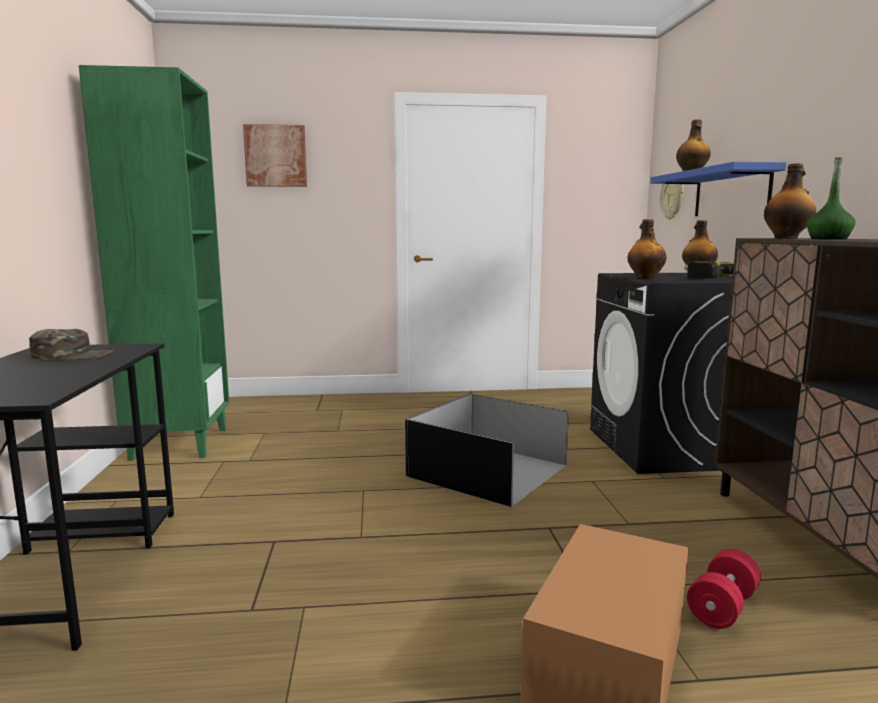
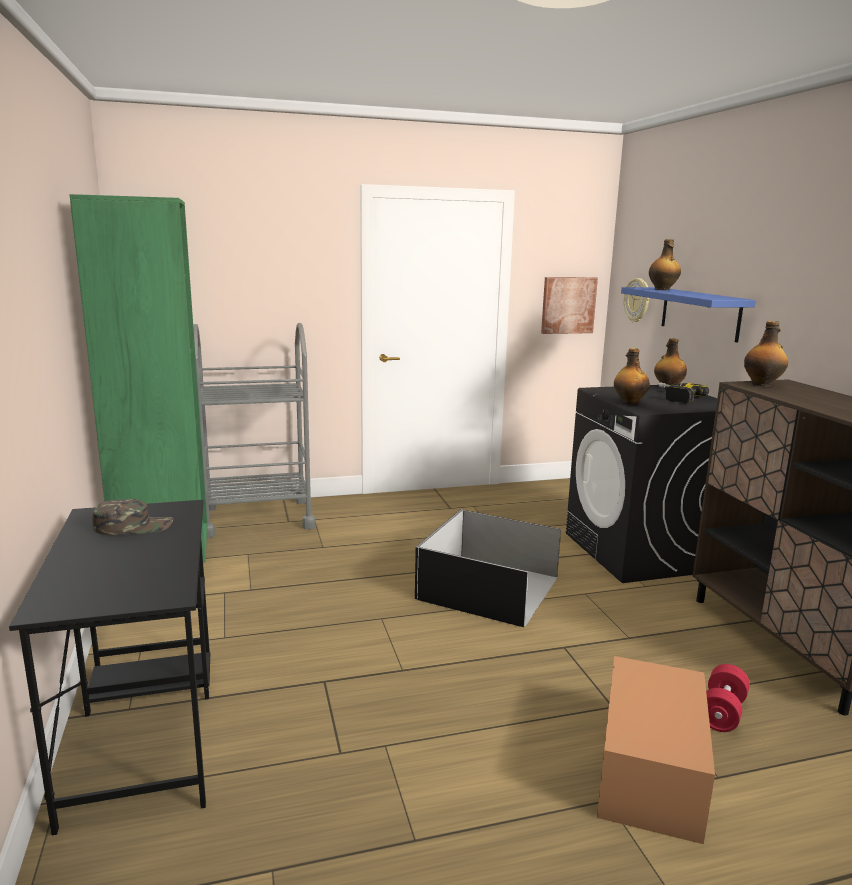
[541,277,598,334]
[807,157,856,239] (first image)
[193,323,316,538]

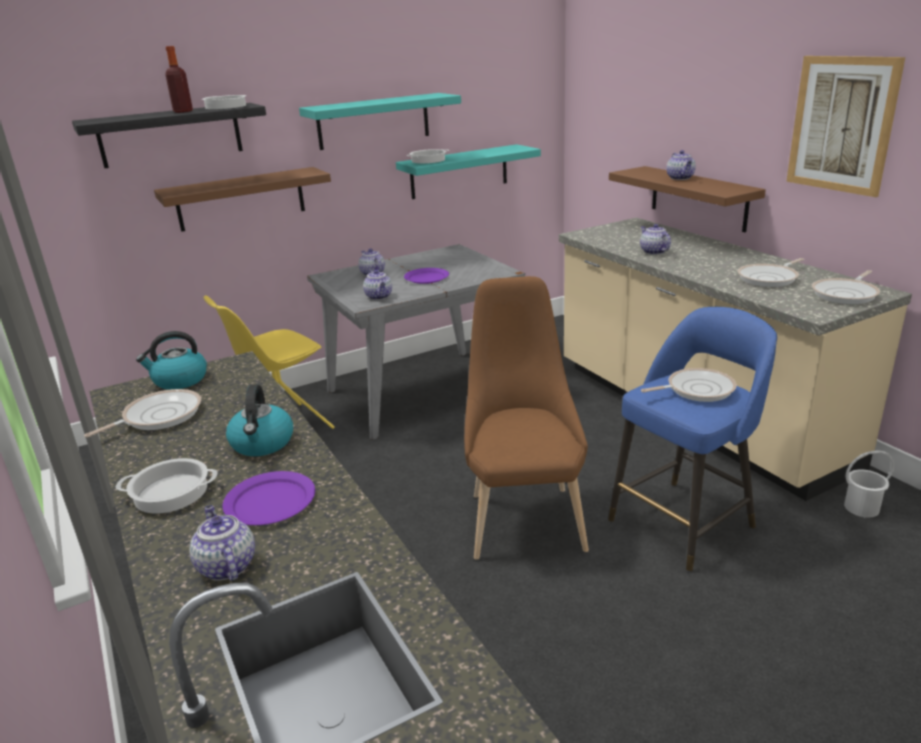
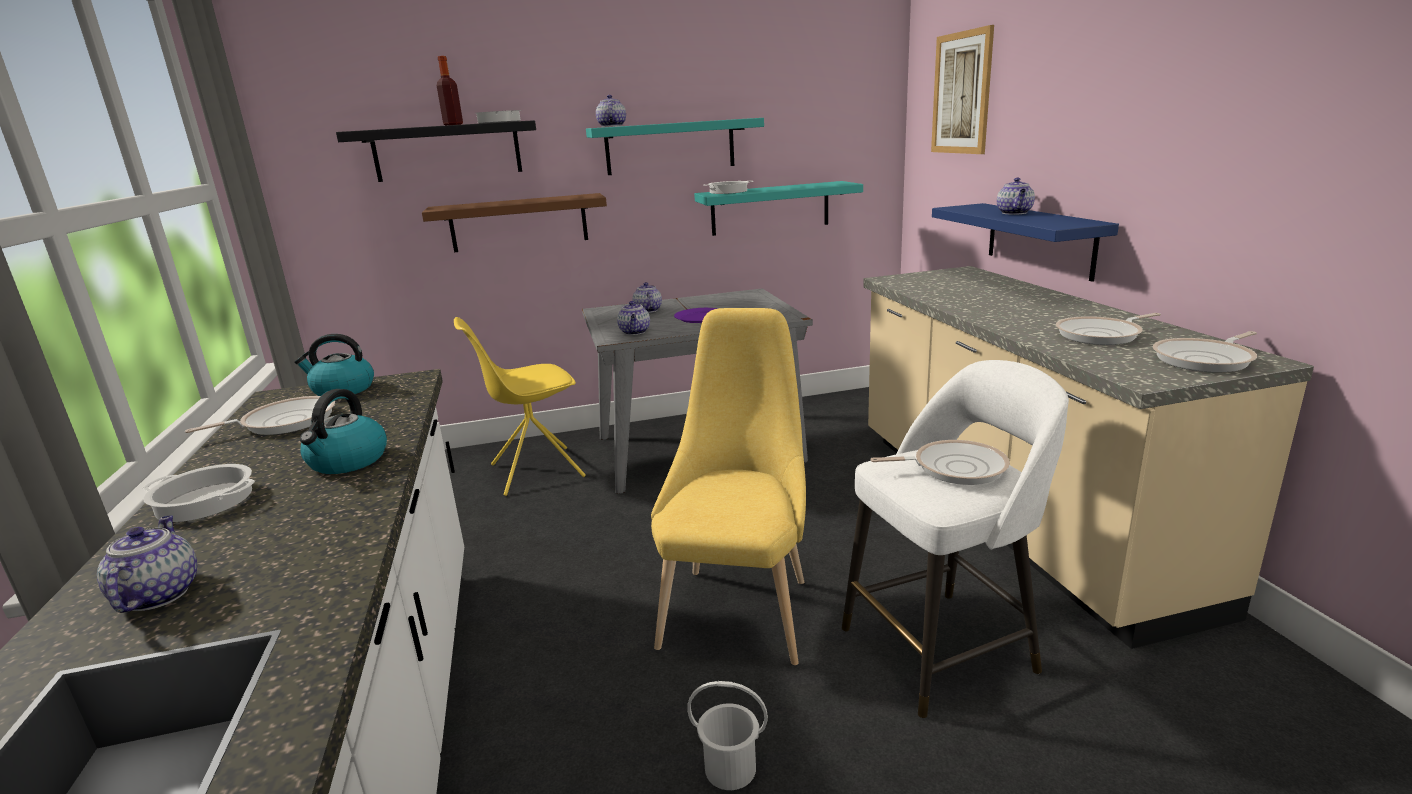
[222,471,315,525] (first image)
[651,308,806,665]
[842,360,1069,718]
[932,203,1119,282]
[596,95,626,127]
[931,25,994,154]
[687,681,768,790]

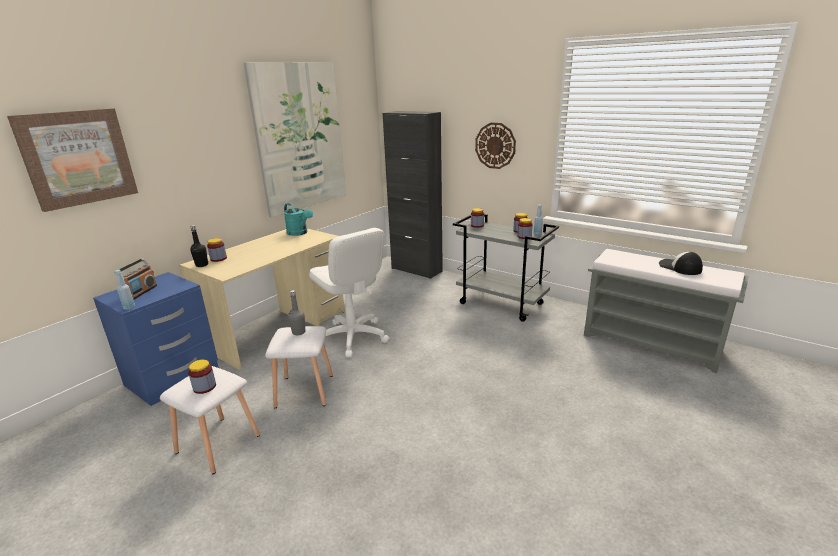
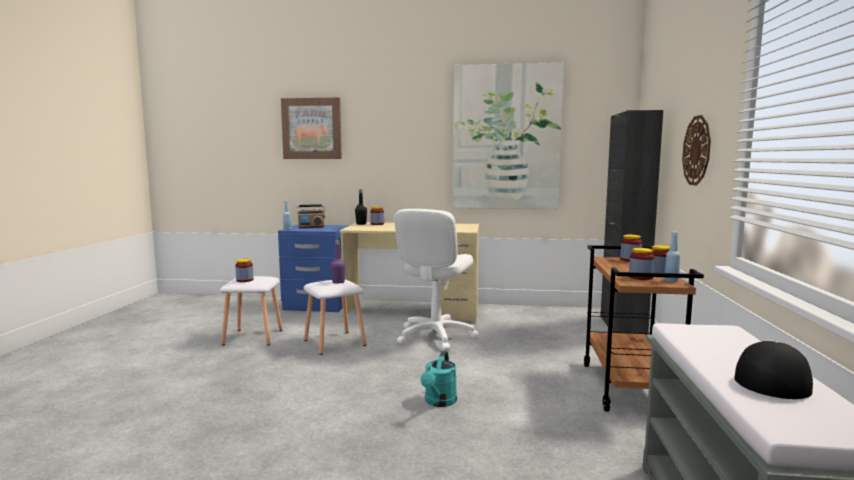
[421,351,457,407]
[331,240,346,284]
[584,245,704,412]

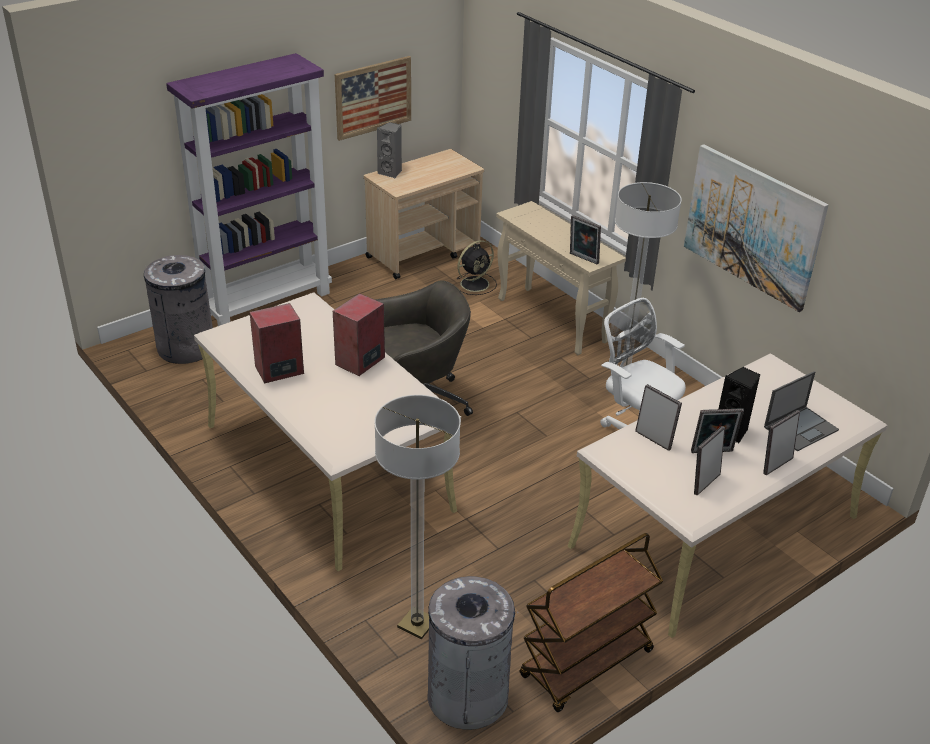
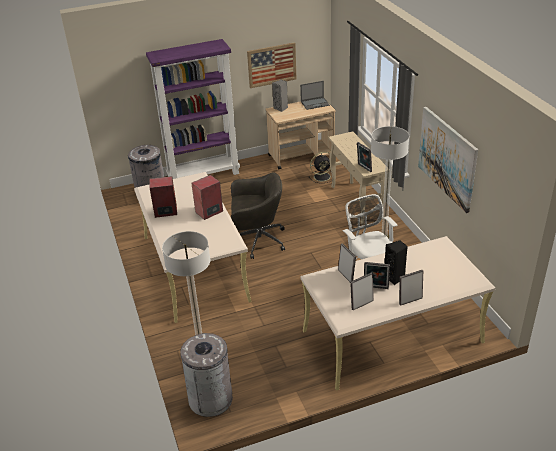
[520,533,663,712] (first image)
[300,81,330,110]

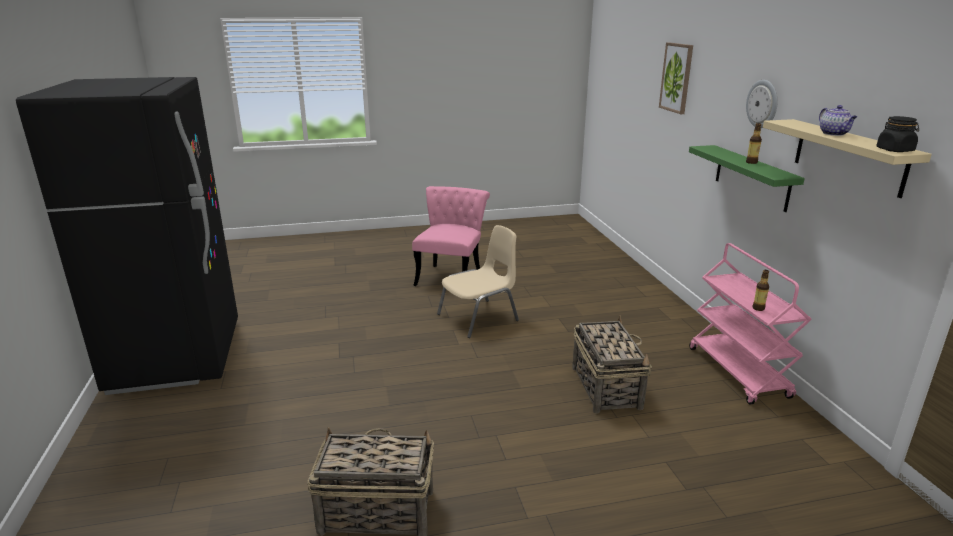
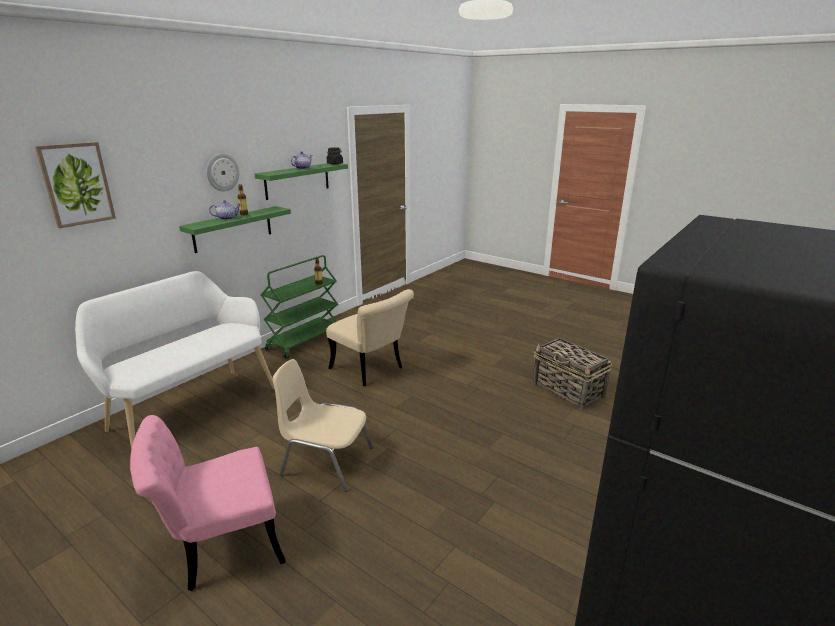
[326,289,414,386]
[260,255,338,358]
[255,163,348,200]
[75,271,275,450]
[209,200,241,220]

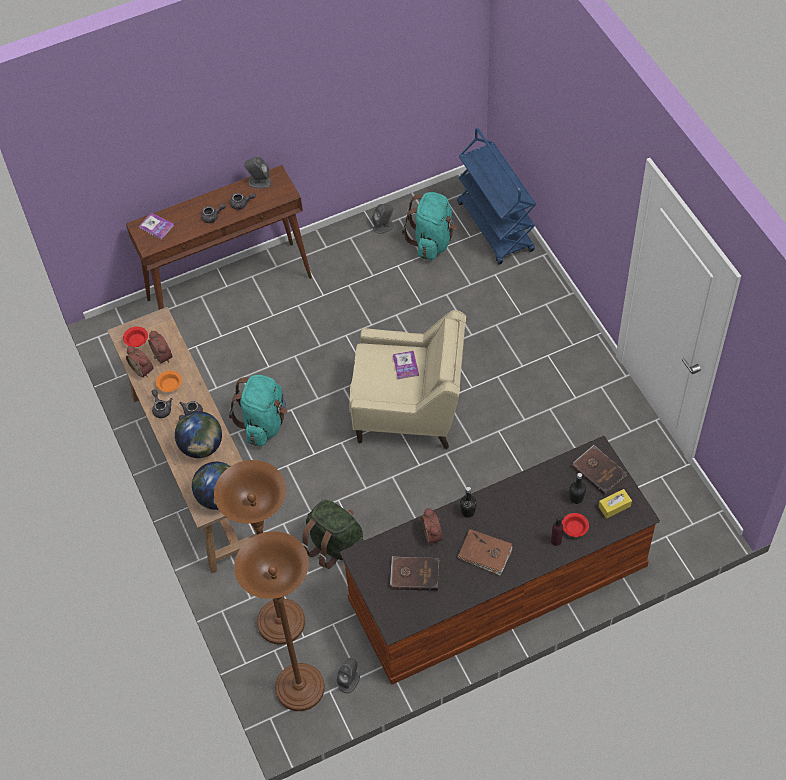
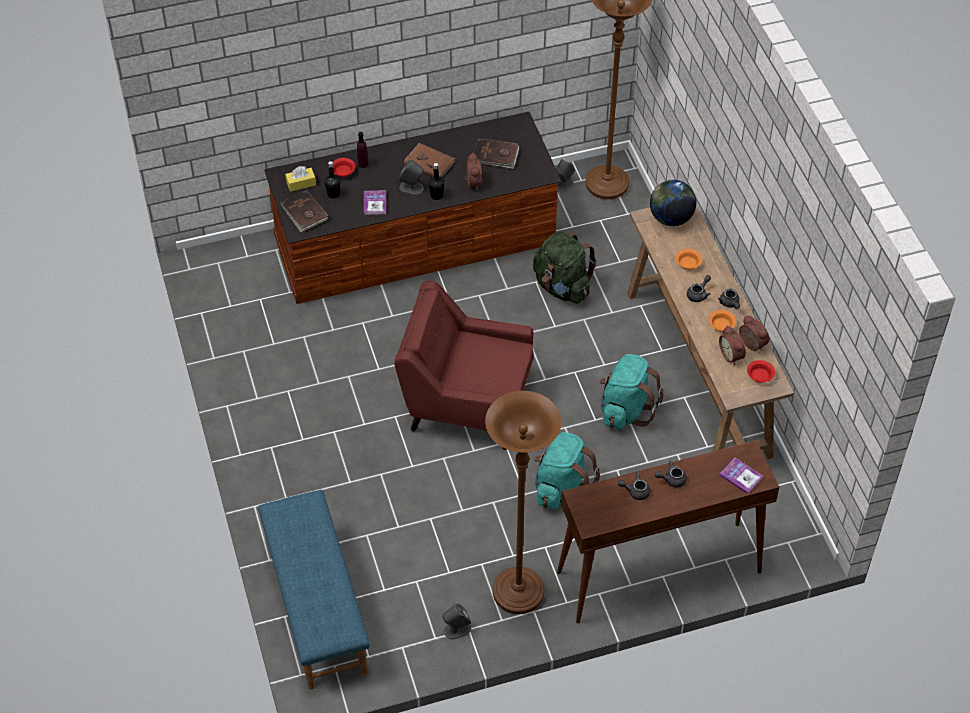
[676,249,702,270]
[485,391,561,614]
[399,160,424,195]
[394,280,534,450]
[364,190,386,215]
[534,432,600,510]
[258,490,370,690]

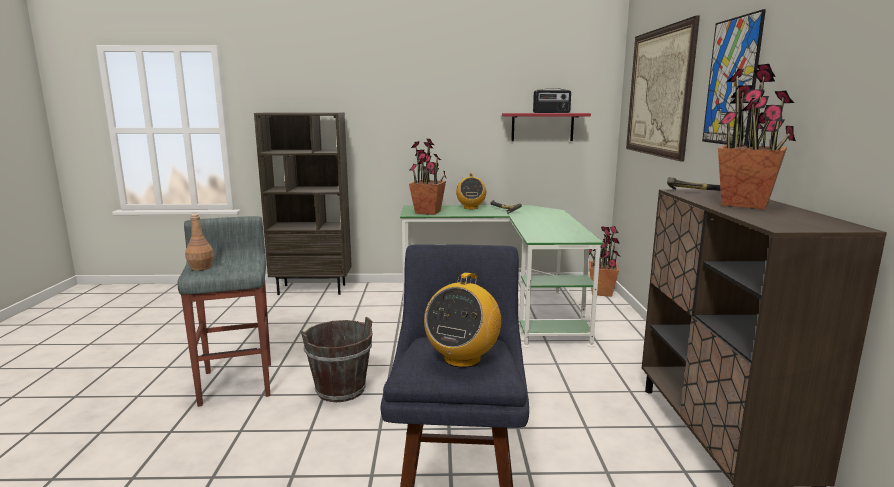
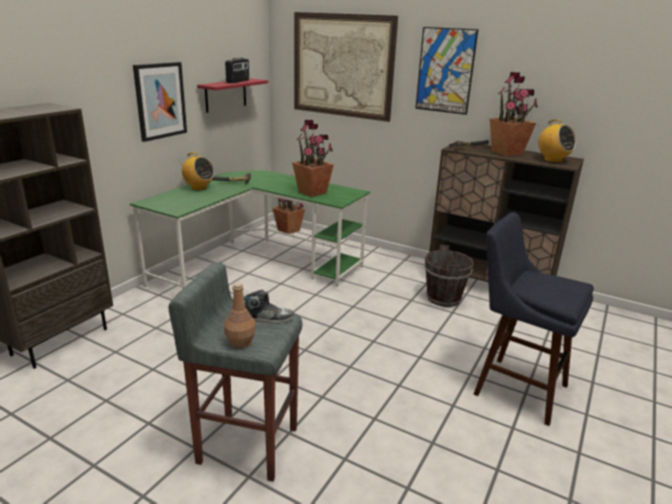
[424,245,474,307]
[292,120,334,197]
[538,119,576,163]
[133,62,187,142]
[244,290,294,324]

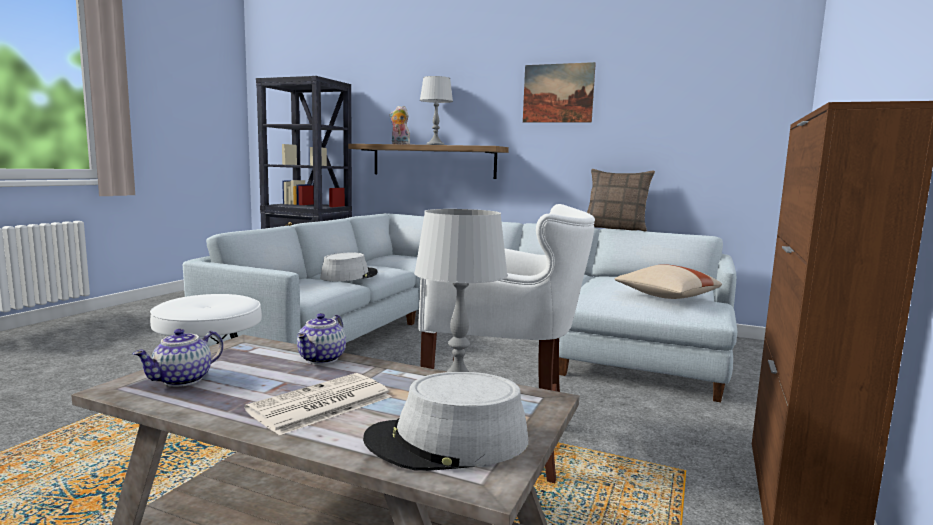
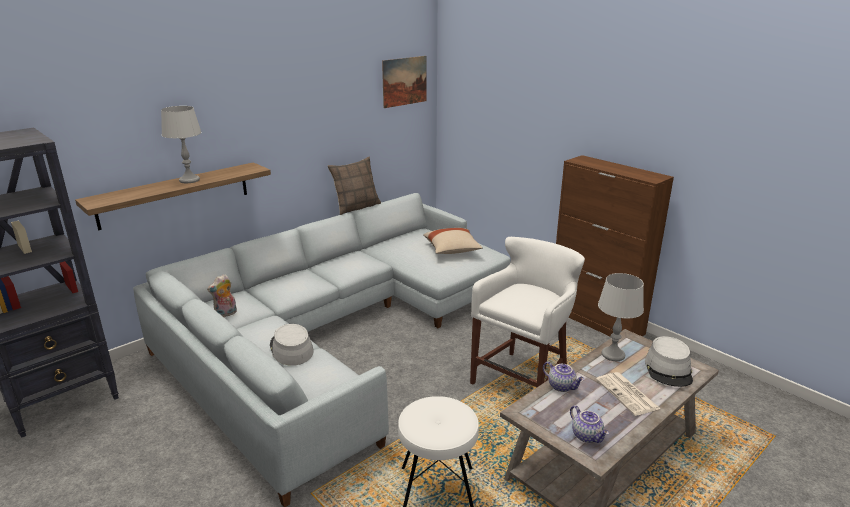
[207,274,237,317]
[382,56,427,108]

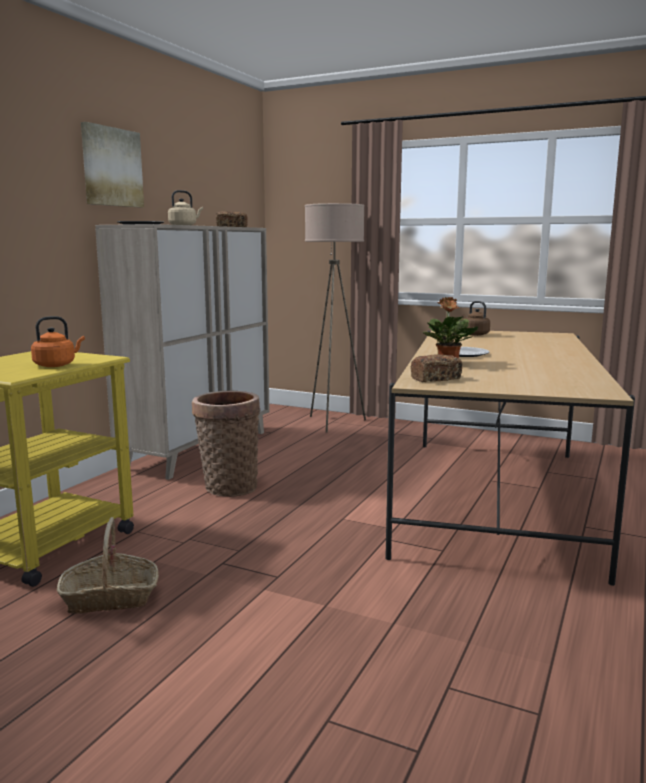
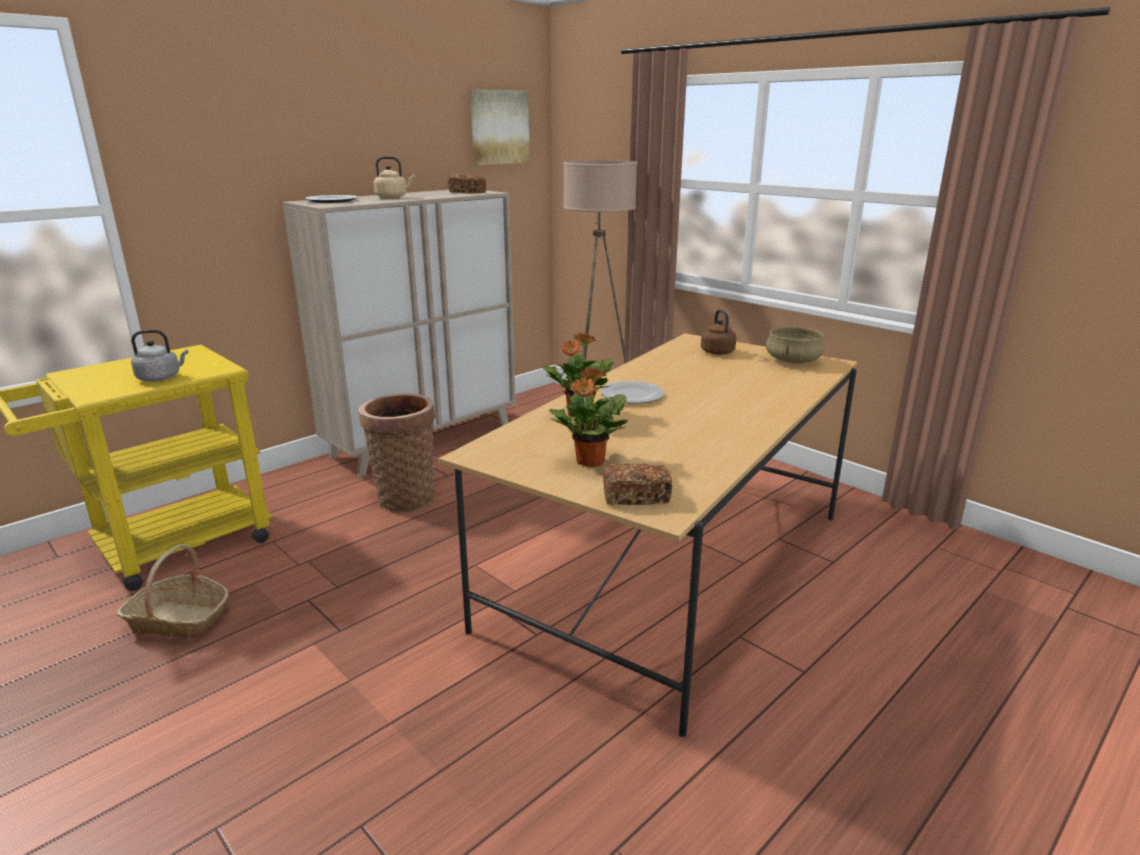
[131,330,188,382]
[470,89,530,165]
[603,463,672,505]
[549,367,628,467]
[766,326,825,364]

